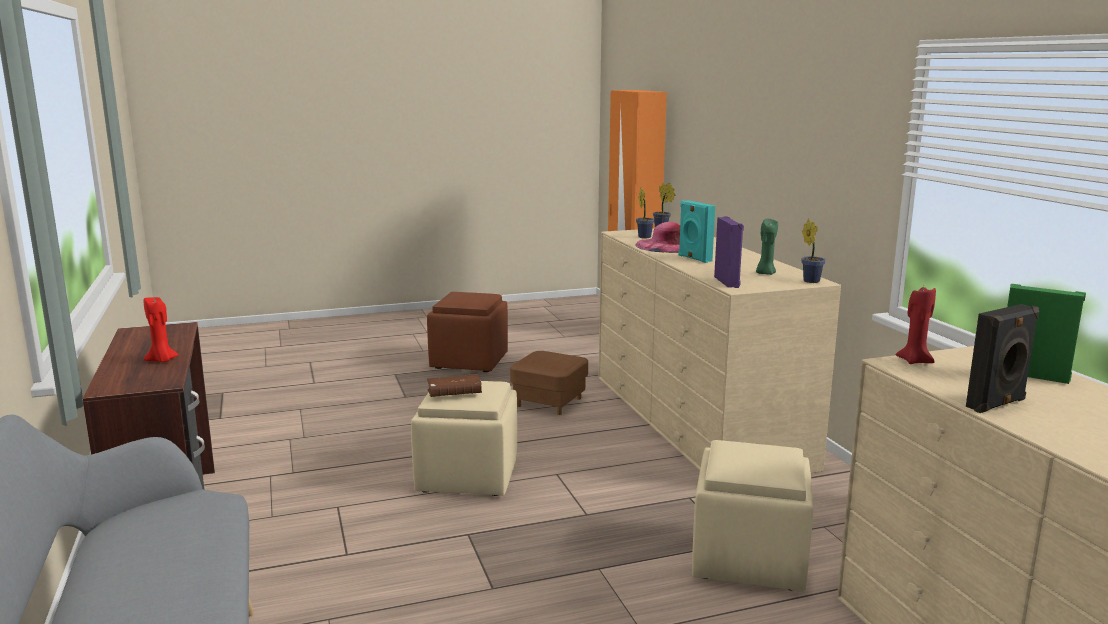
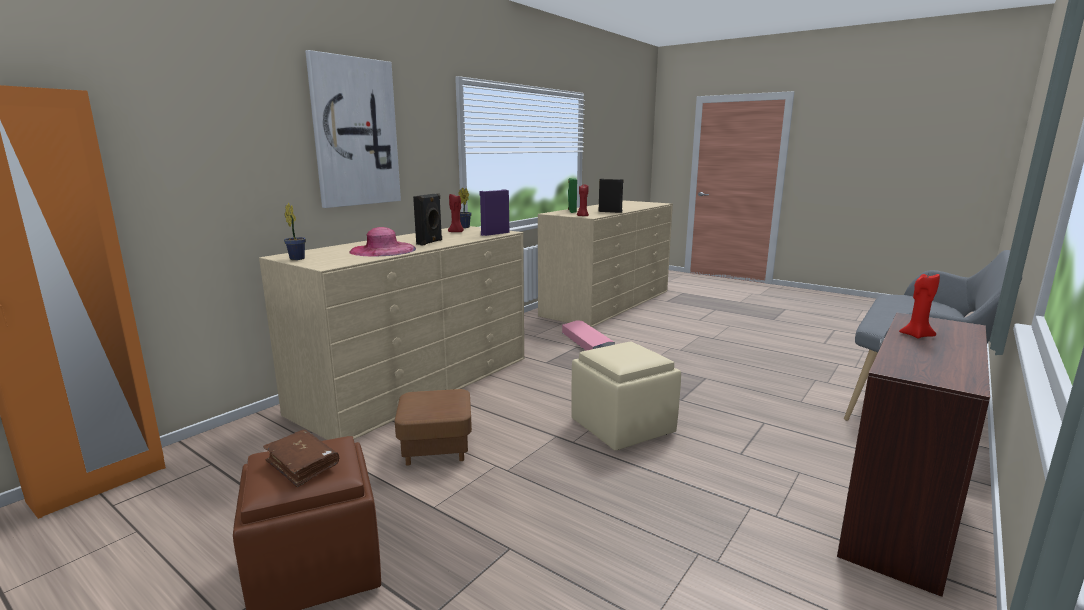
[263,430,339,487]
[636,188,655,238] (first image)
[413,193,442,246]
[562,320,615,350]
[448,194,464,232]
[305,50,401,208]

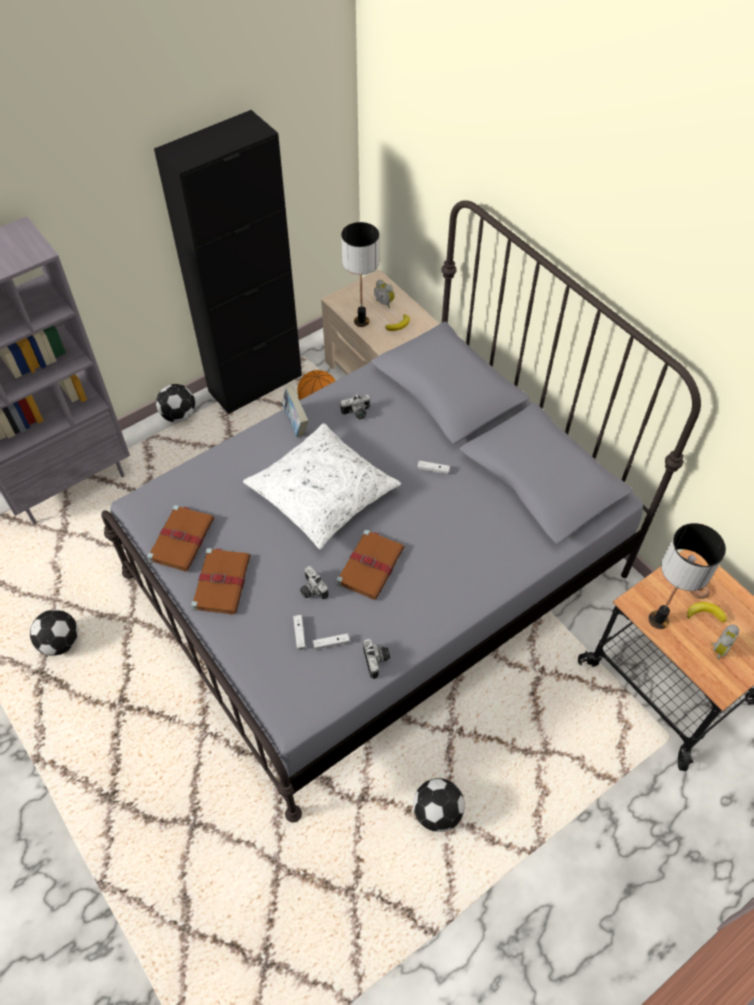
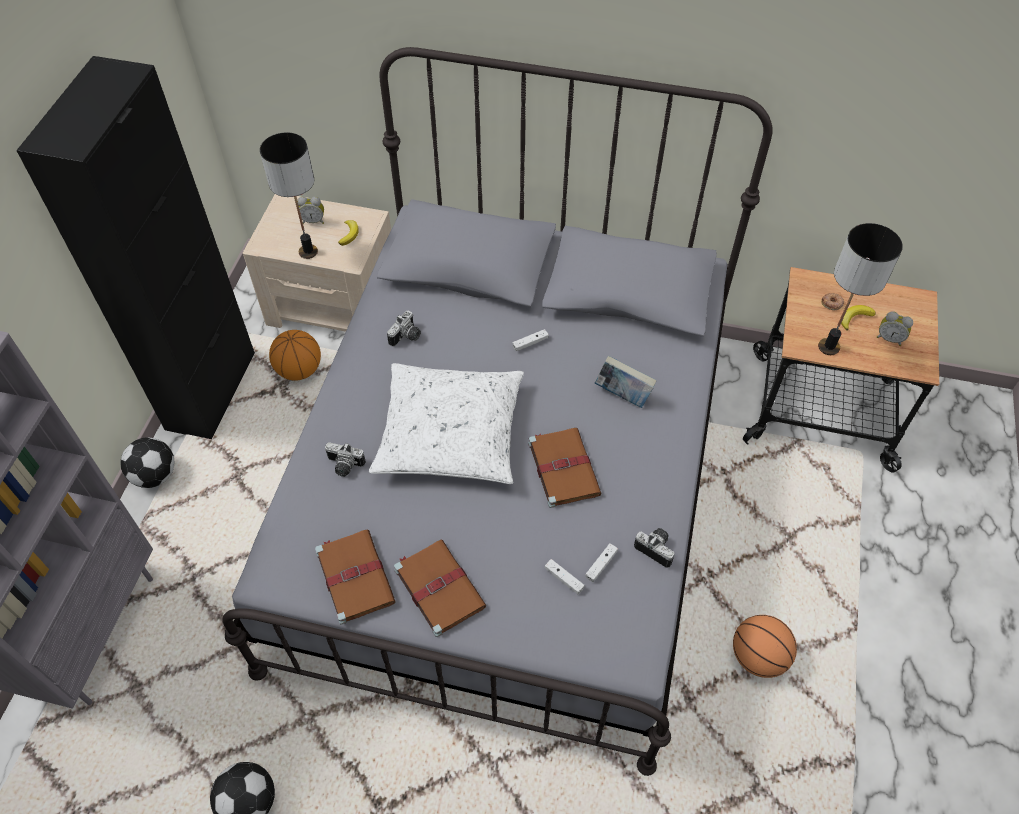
[595,356,656,408]
[325,442,366,477]
[733,615,797,678]
[877,311,913,346]

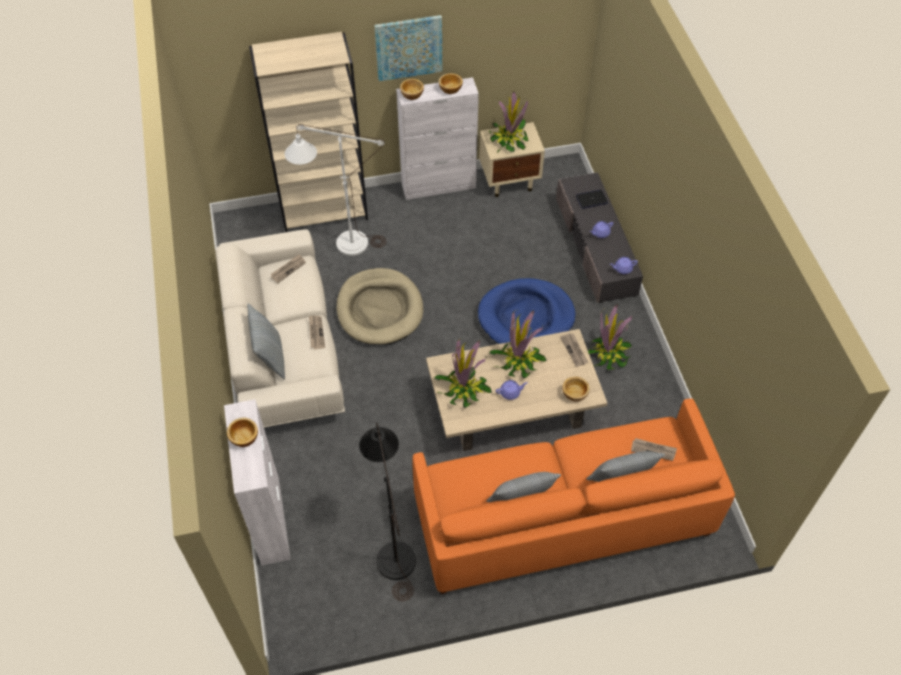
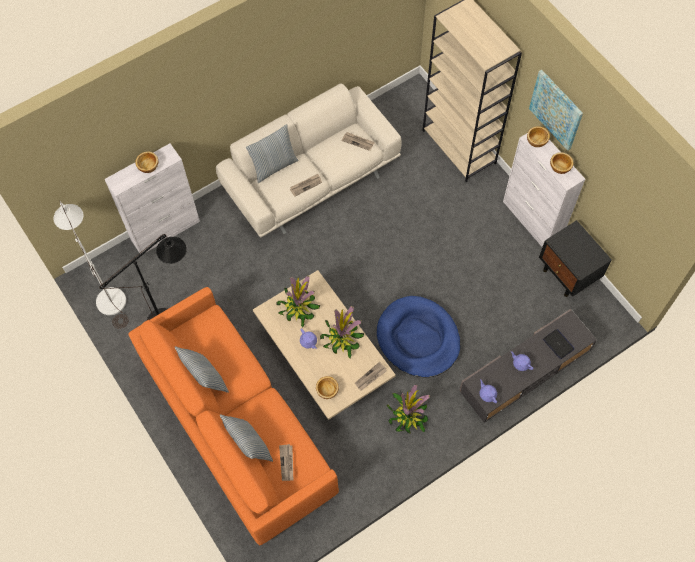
[54,201,128,329]
[336,268,423,345] (first image)
[539,220,612,297]
[488,91,529,153] (first image)

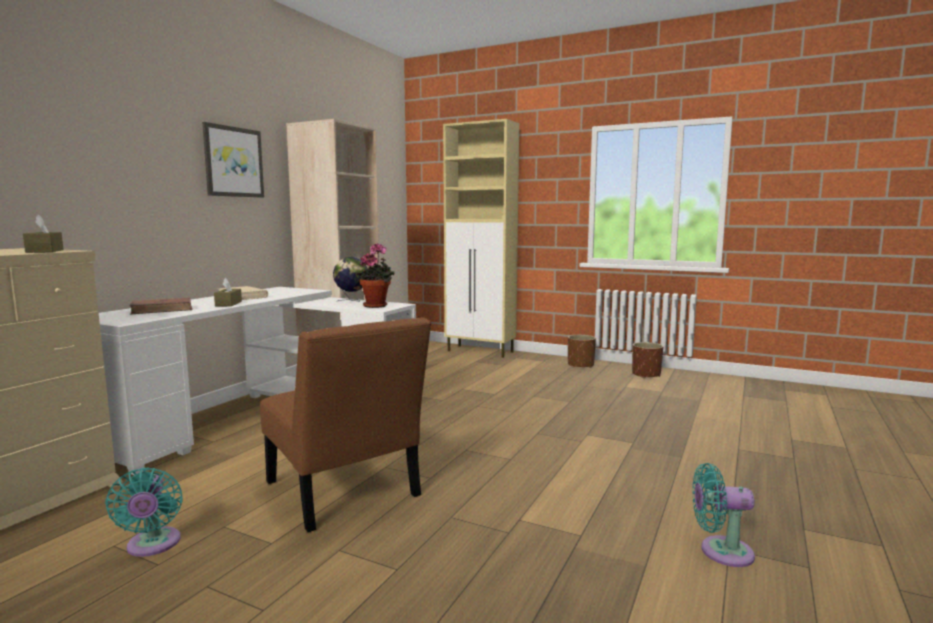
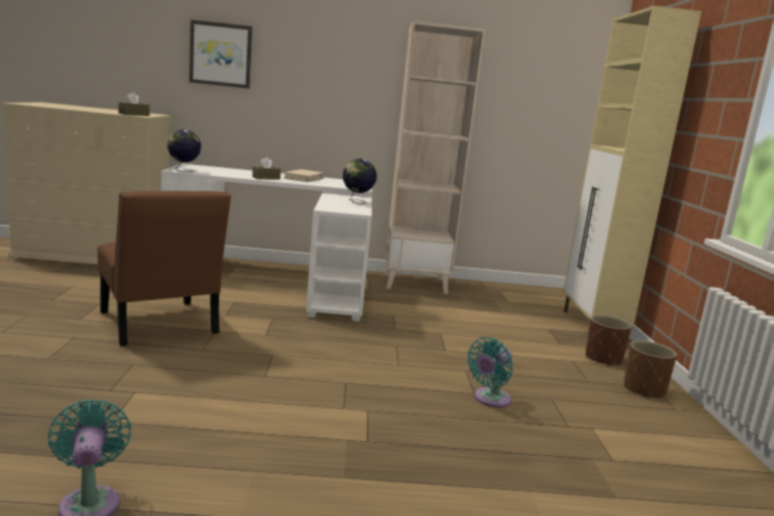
[467,337,513,408]
[130,297,193,314] (first image)
[189,20,252,89]
[98,191,231,346]
[356,243,394,308] (first image)
[585,315,632,367]
[167,130,201,172]

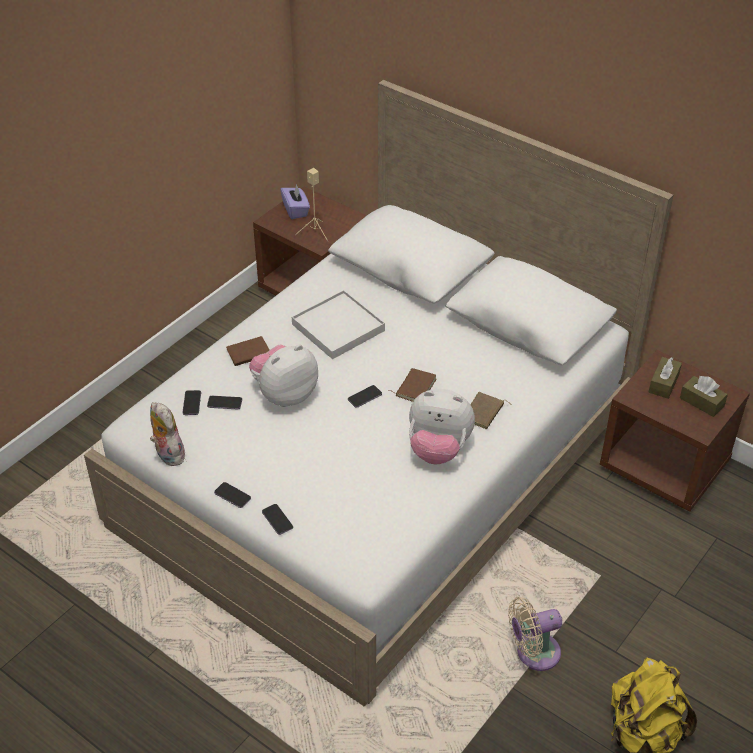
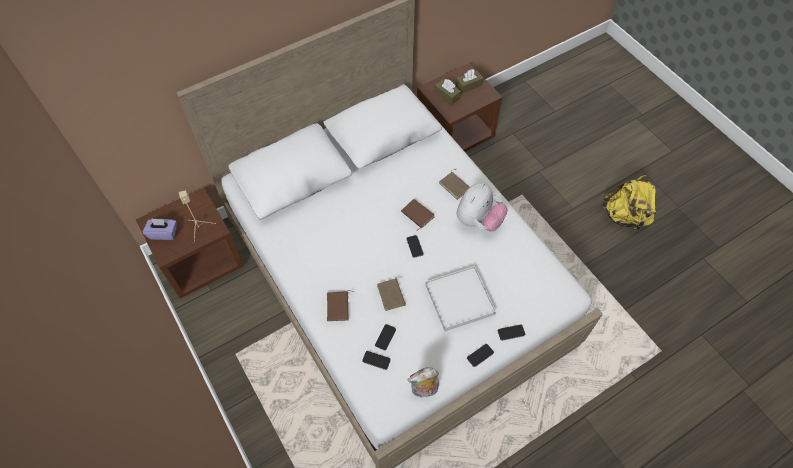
[377,278,406,311]
[425,266,496,331]
[508,597,562,671] (first image)

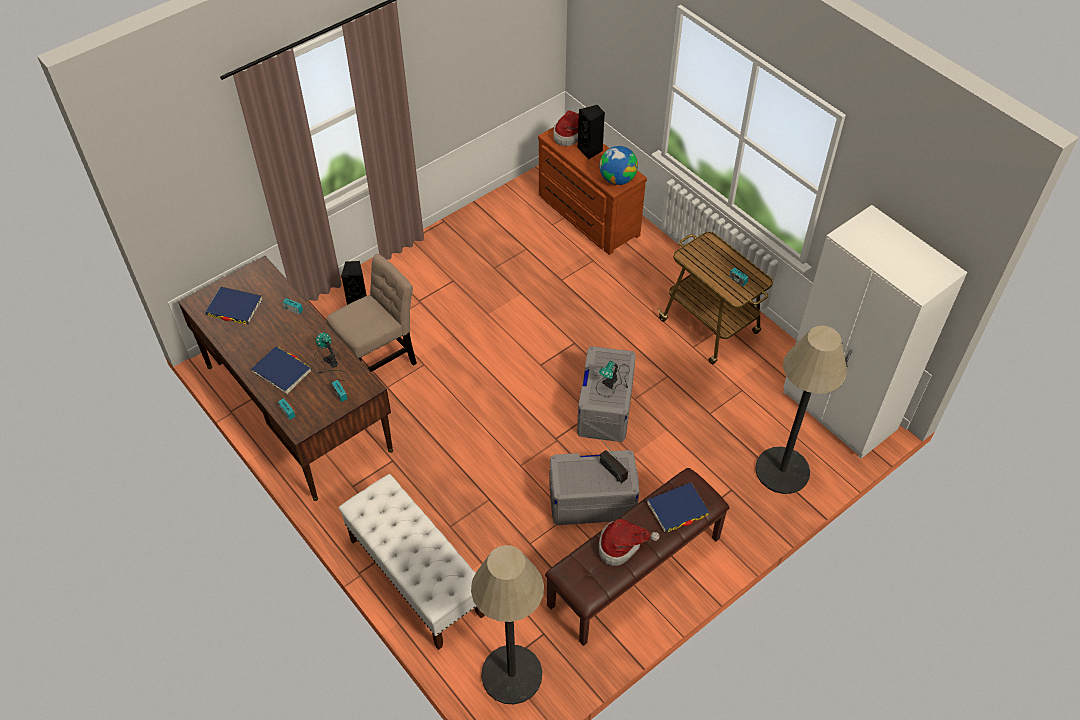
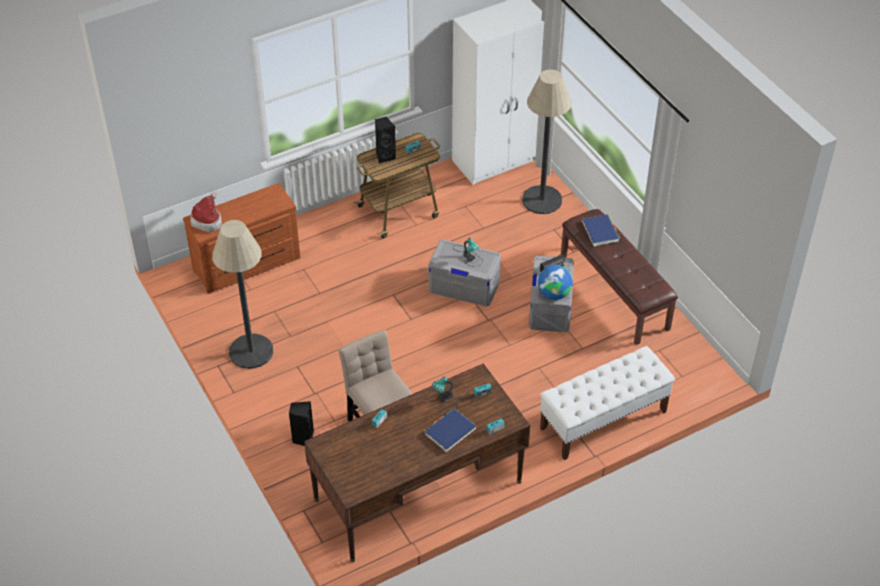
[206,287,262,324] (first image)
[212,220,273,369]
[375,116,396,164]
[538,265,573,300]
[599,519,660,566] (first image)

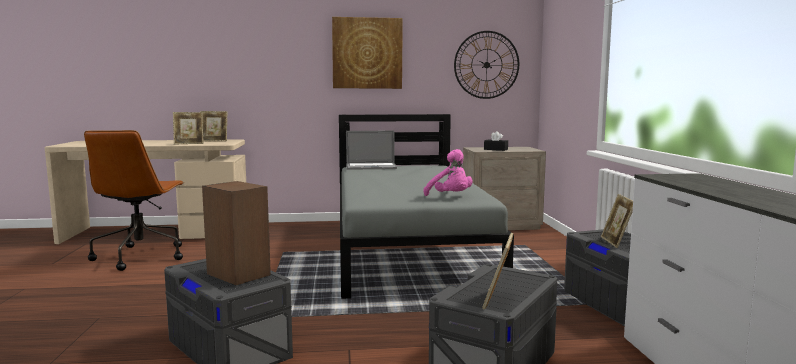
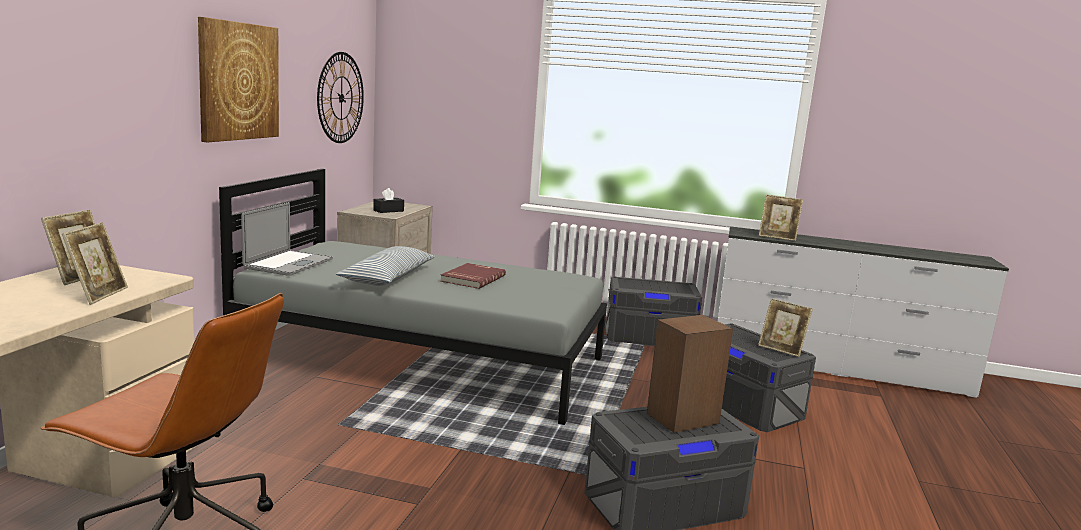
[423,149,473,196] (first image)
[759,194,803,241]
[336,246,435,286]
[440,263,506,289]

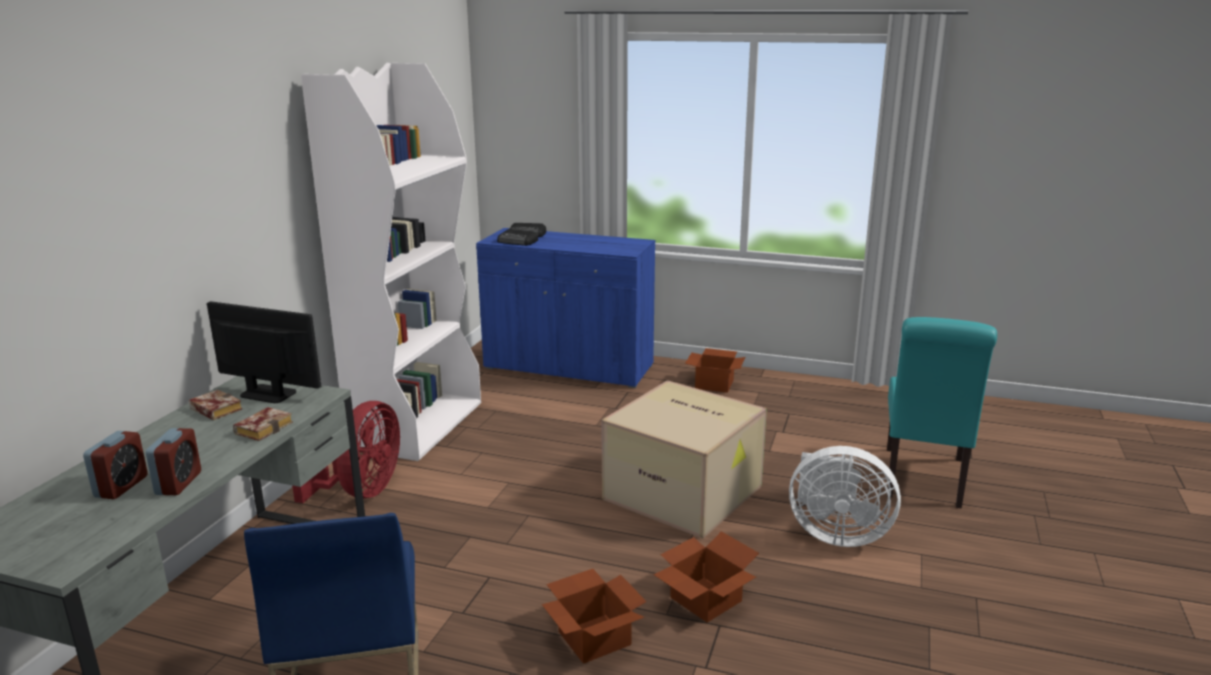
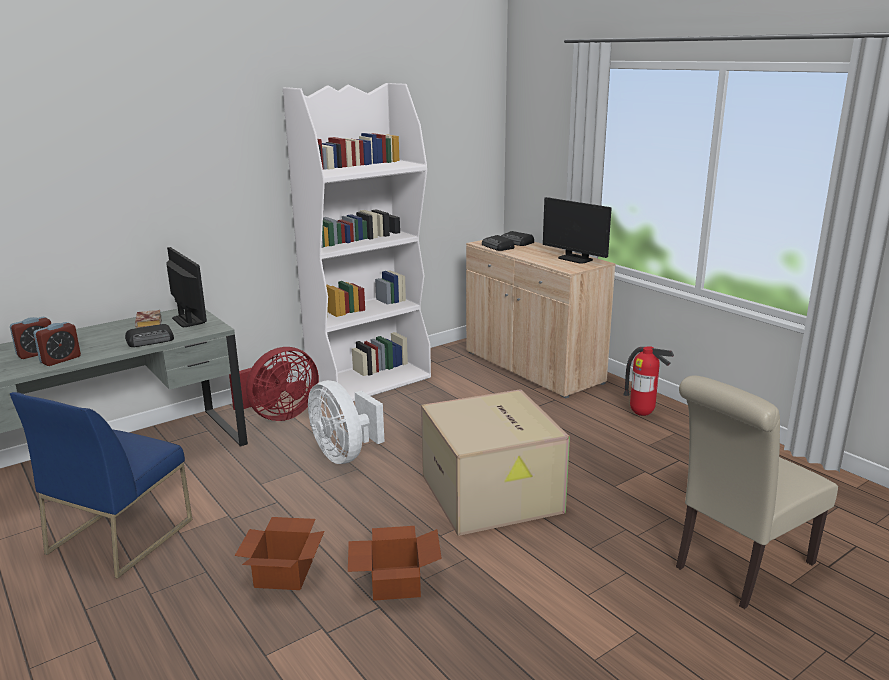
[125,324,174,347]
[466,240,616,399]
[623,346,674,416]
[308,380,384,464]
[676,375,838,609]
[543,197,611,264]

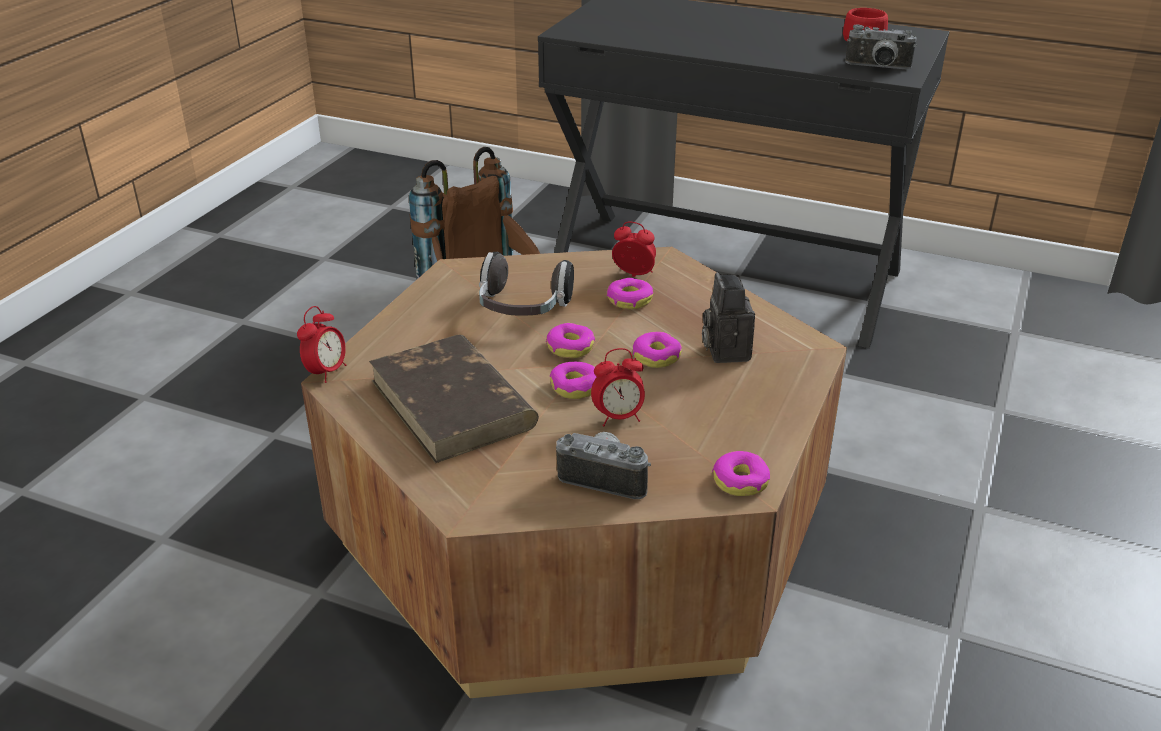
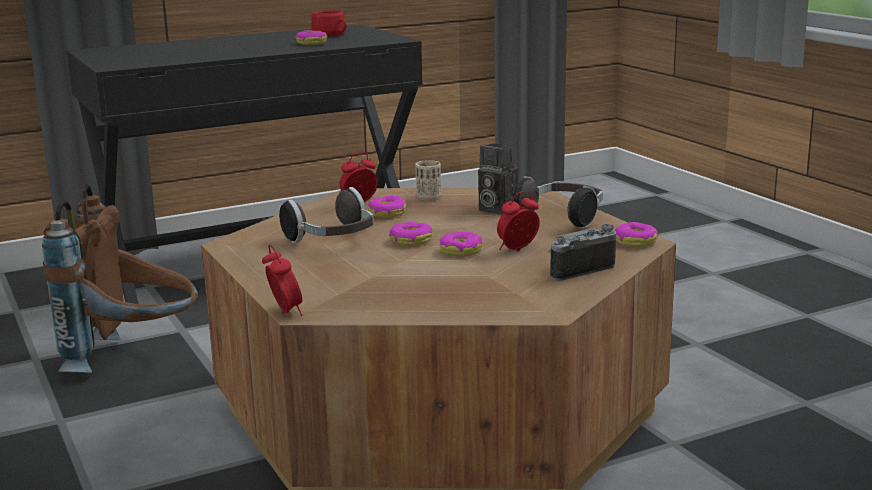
[369,334,539,464] (first image)
[497,191,540,251]
[296,30,327,45]
[845,25,917,69] (first image)
[415,160,441,200]
[513,176,603,228]

